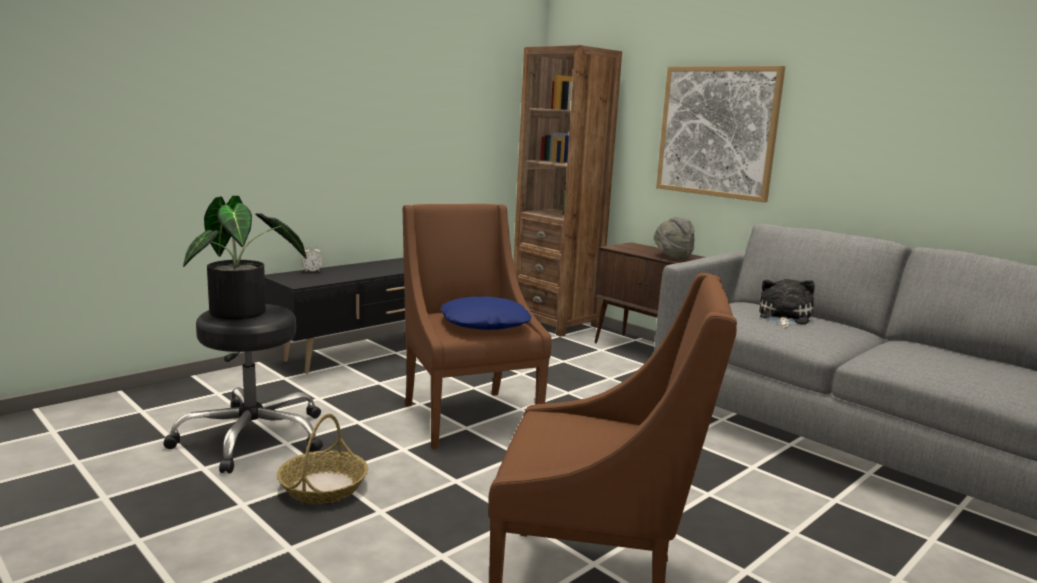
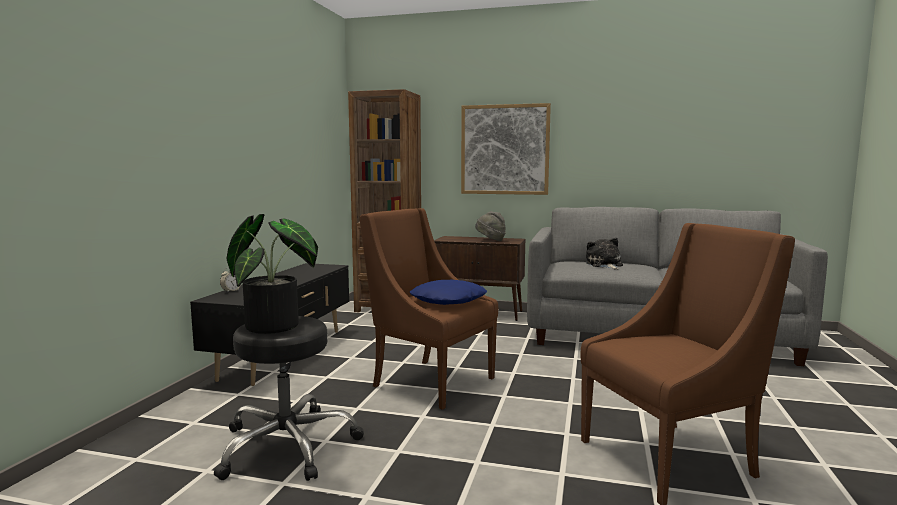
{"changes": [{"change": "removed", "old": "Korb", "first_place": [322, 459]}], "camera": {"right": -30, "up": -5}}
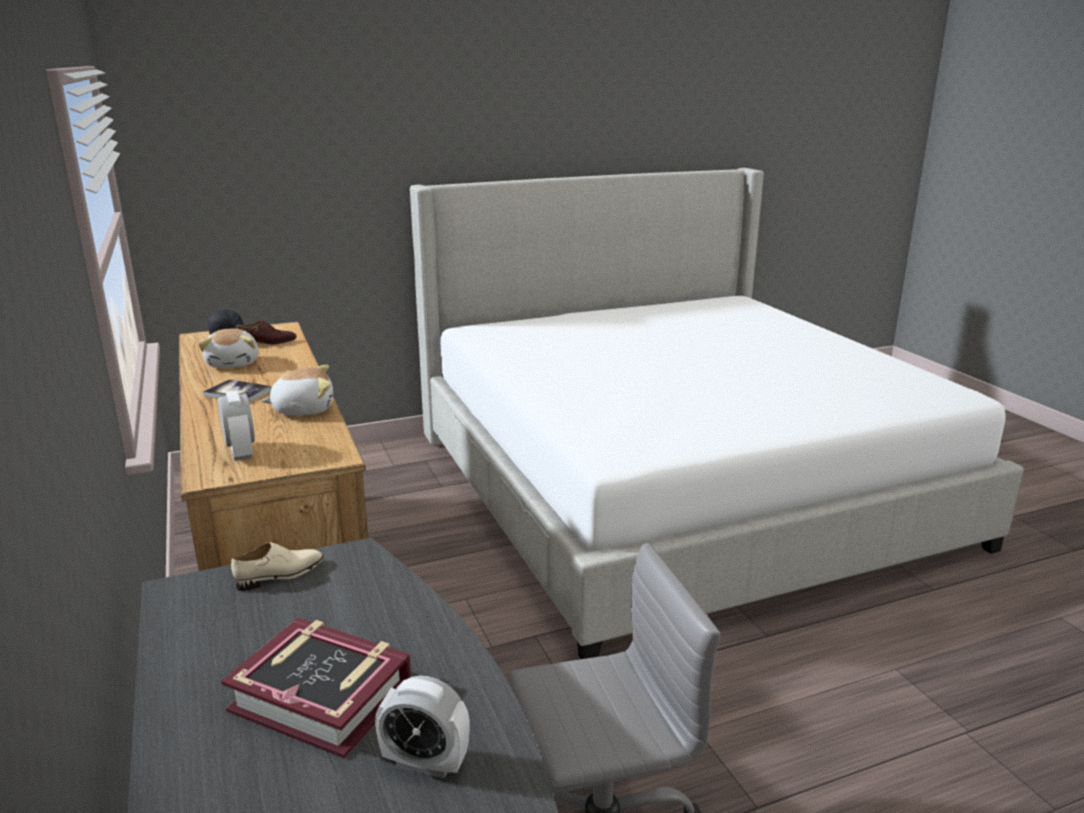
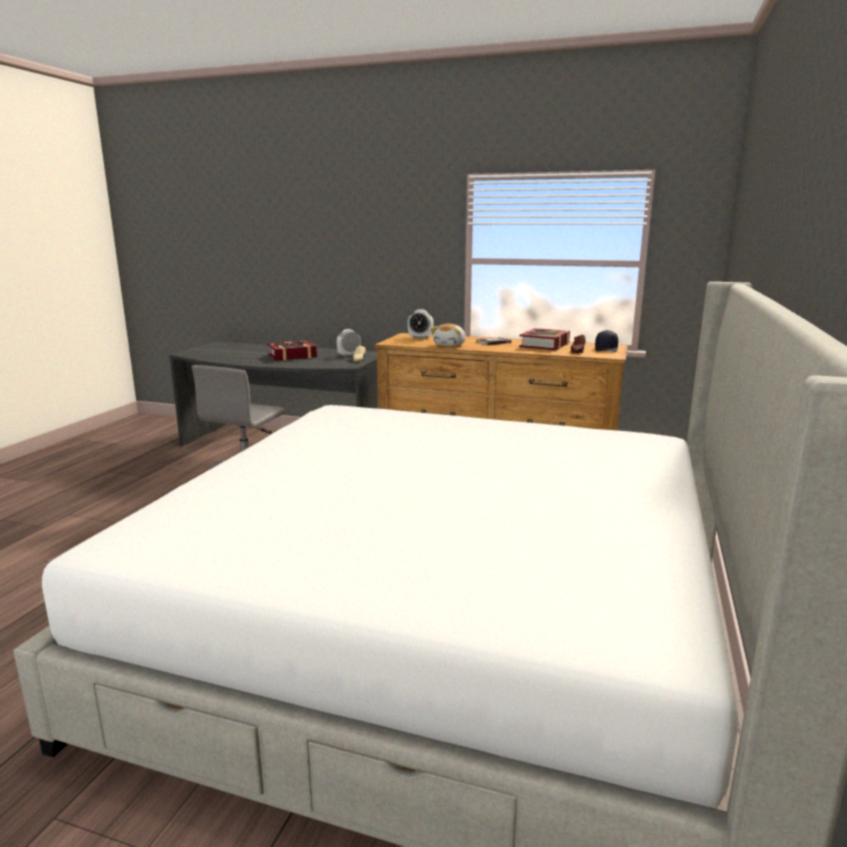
{"changes": [{"change": "replaced", "old": "Plüschtier", "new": "Buch", "first_place": [228, 348], "second_place": [544, 339]}, {"change": "moved", "old": "Wecker", "first_place": [422, 726], "second_place": [349, 343]}], "camera": {"right": 130, "up": -5}}
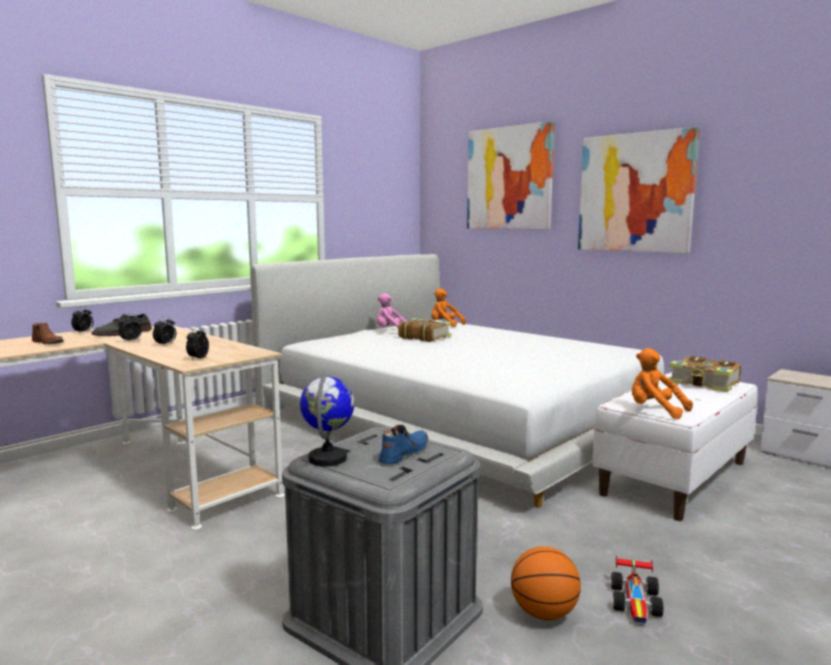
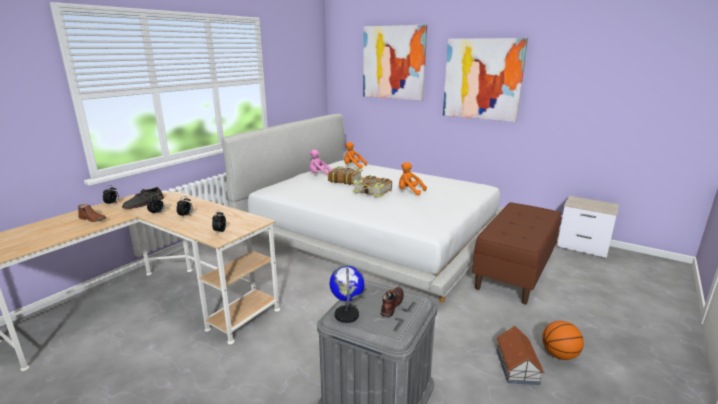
{"changes": [{"change": "recoloured", "old": "Schuh (blau)", "new": "Schuh (braun)", "first_place": [403, 445], "second_place": [392, 302]}, {"change": "moved", "old": "Basketball", "first_place": [546, 583], "second_place": [563, 340]}, {"change": "recoloured", "old": "Bank (weiß)", "new": "Bank (braun)", "first_place": [675, 446], "second_place": [516, 253]}, {"change": "replaced", "old": "Spielzeugauto", "new": "Spielzeughaus", "first_place": [637, 589], "second_place": [520, 355]}, {"change": "moved", "old": "Plüschtier (orange)", "first_place": [662, 383], "second_place": [413, 178]}, {"change": "moved", "old": "Buch", "first_place": [705, 374], "second_place": [372, 186]}], "camera": {"right": -10, "up": 10}}
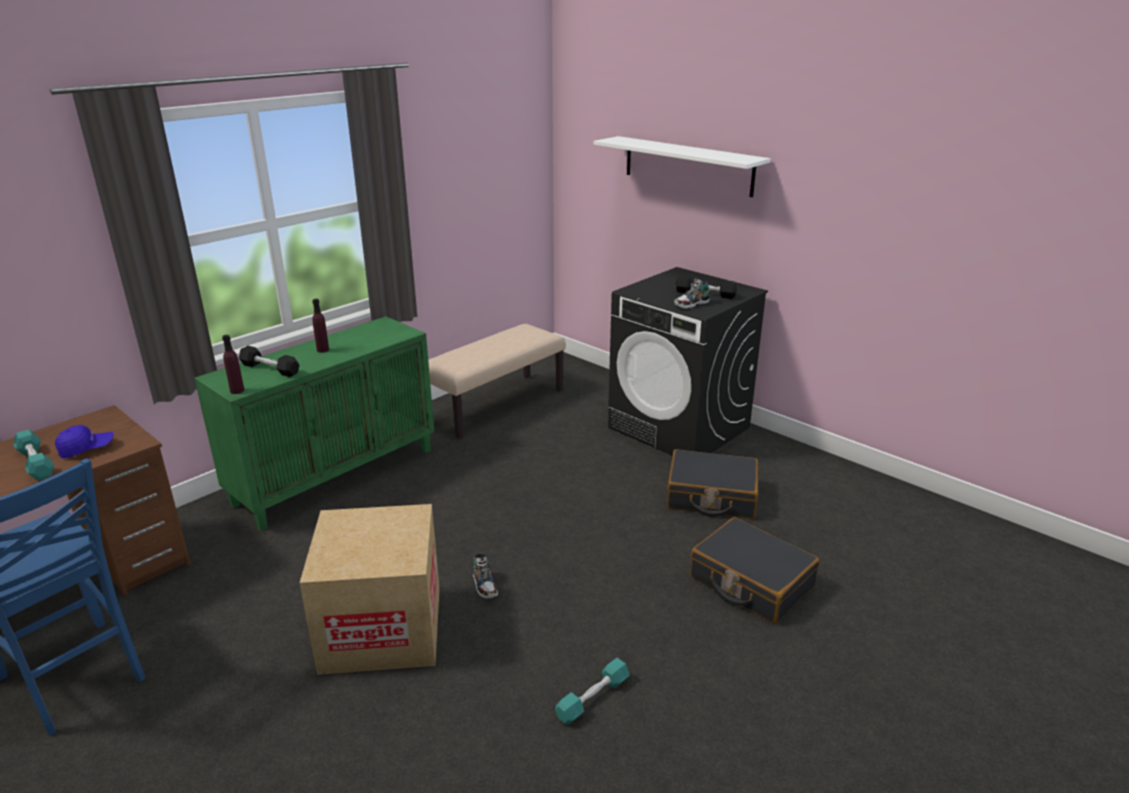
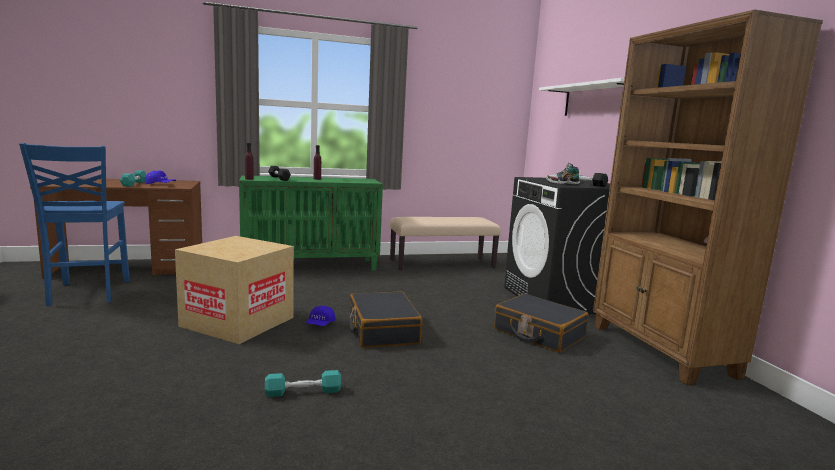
{"changes": [{"change": "replaced", "old": "Schuh", "new": "Kappe (blau)", "first_place": [485, 576], "second_place": [320, 316]}, {"change": "moved", "old": "Koffer (schwarz)", "first_place": [755, 570], "second_place": [386, 319]}, {"change": "added", "new": "Bücherregal (braun)", "second_place": [708, 197]}], "camera": {"right": 30, "up": -15}}
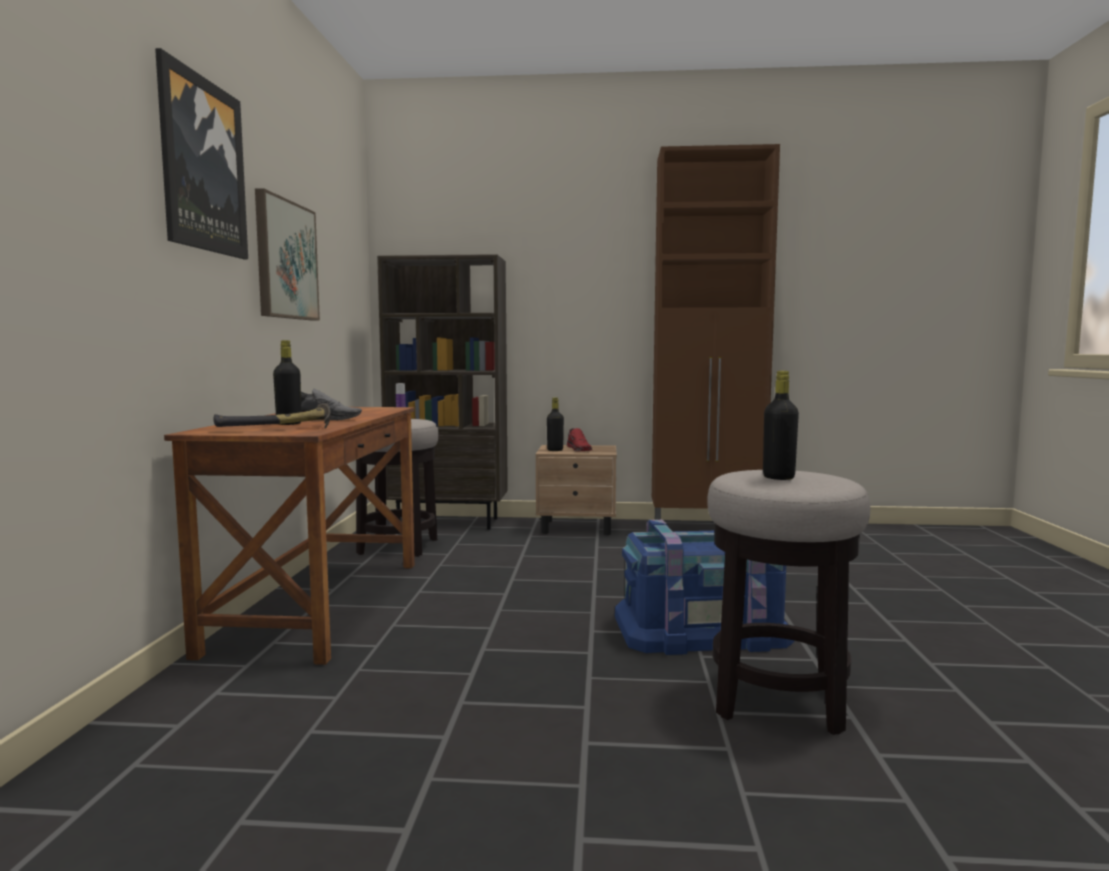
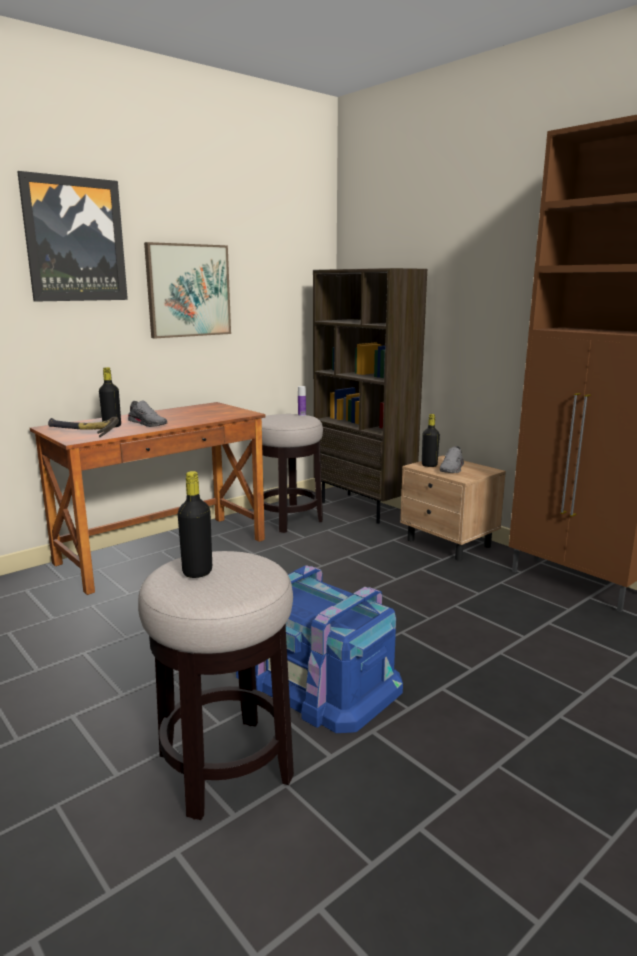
{"changes": [{"change": "recoloured", "old": "Schuh (rot)", "new": "Schuh (grau)", "first_place": [579, 439], "second_place": [452, 459]}], "camera": {"right": 45, "up": 10}}
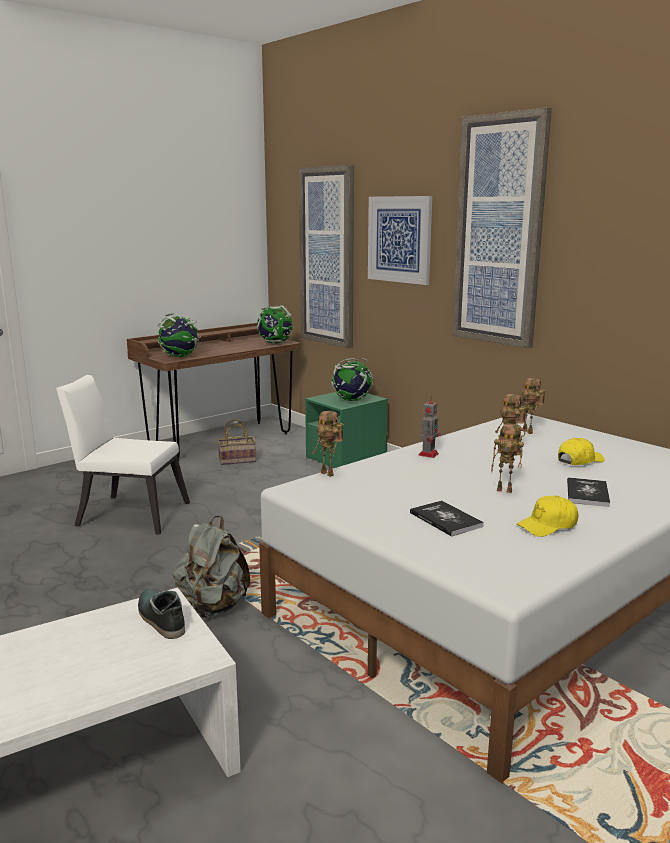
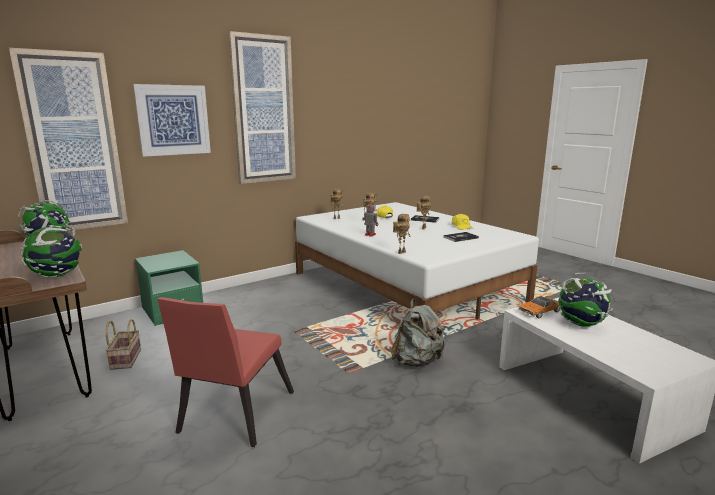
{"changes": [{"change": "recoloured", "old": "Stuhl (weiß)", "new": "Stuhl (rot)", "first_place": [123, 455], "second_place": [225, 372]}, {"change": "replaced", "old": "Schuh", "new": "Spielzeugauto", "first_place": [161, 614], "second_place": [539, 307]}, {"change": "moved", "old": "Globus", "first_place": [352, 379], "second_place": [585, 300]}], "camera": {"right": -85, "up": 0}}
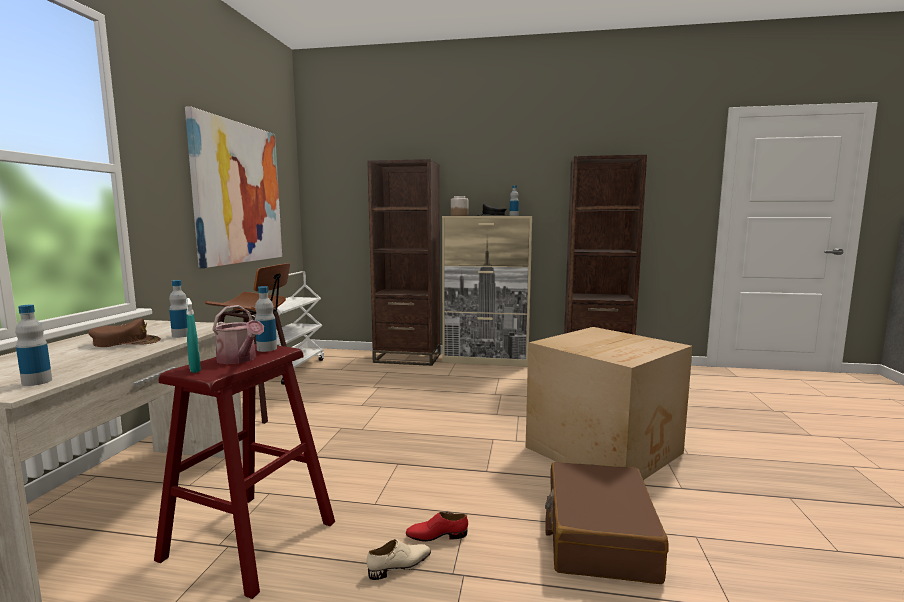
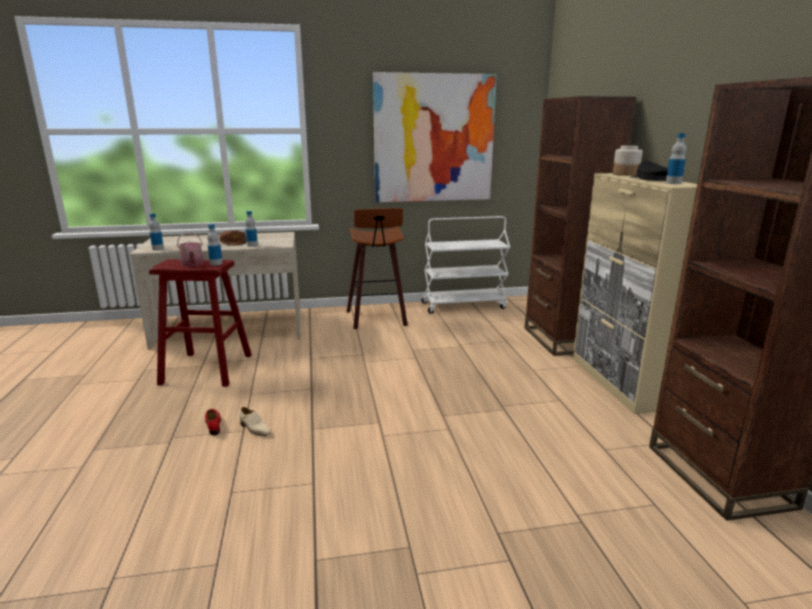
{"changes": [{"change": "removed", "old": "Sprühflasche (türkis)", "first_place": [193, 335]}, {"change": "turned", "old": "Gießkanne", "first_place": [238, 334], "second_place": [190, 249], "degrees": -45}, {"change": "moved", "old": "Schuh (beige)", "first_place": [399, 559], "second_place": [254, 421]}, {"change": "removed", "old": "Karton", "first_place": [609, 403]}, {"change": "removed", "old": "Koffer (braun)", "first_place": [607, 523]}], "camera": {"right": 70, "up": 10}}
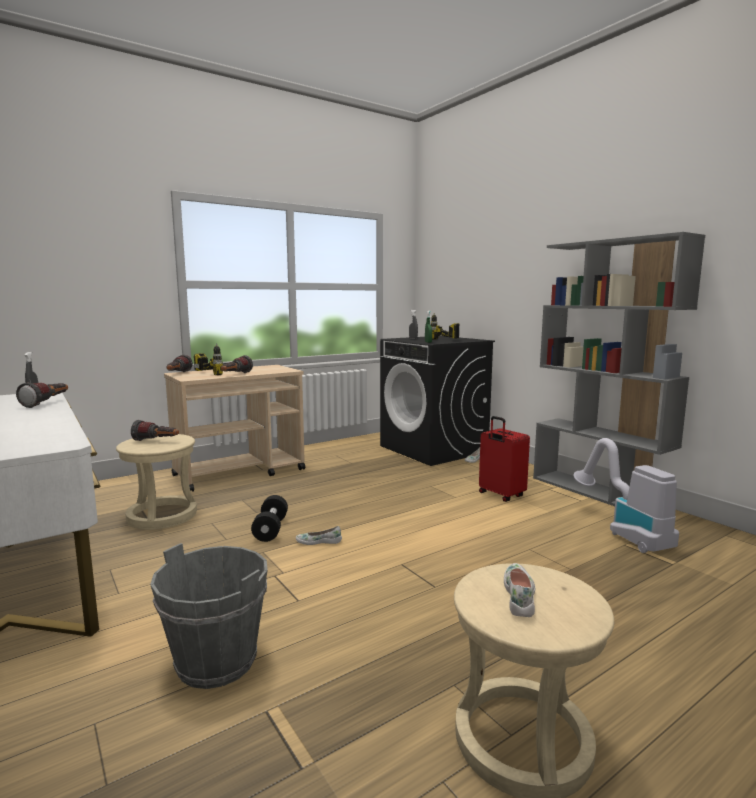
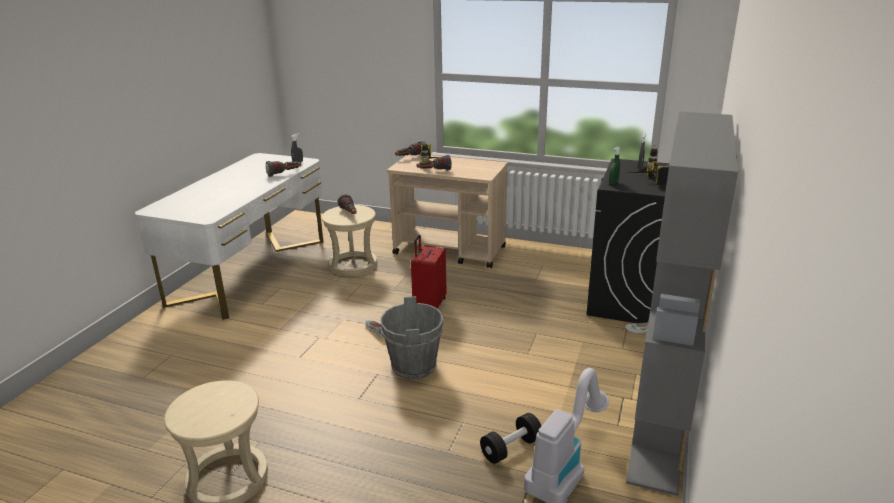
{"changes": [{"change": "moved", "old": "Eimer (grau)", "first_place": [209, 616], "second_place": [412, 338]}, {"change": "moved", "old": "Hantel (schwarz)", "first_place": [269, 518], "second_place": [510, 438]}, {"change": "moved", "old": "Koffer (rot)", "first_place": [504, 459], "second_place": [429, 272]}, {"change": "removed", "old": "Schuh (weiß)", "first_place": [519, 590]}], "camera": {"right": 55, "up": 15}}
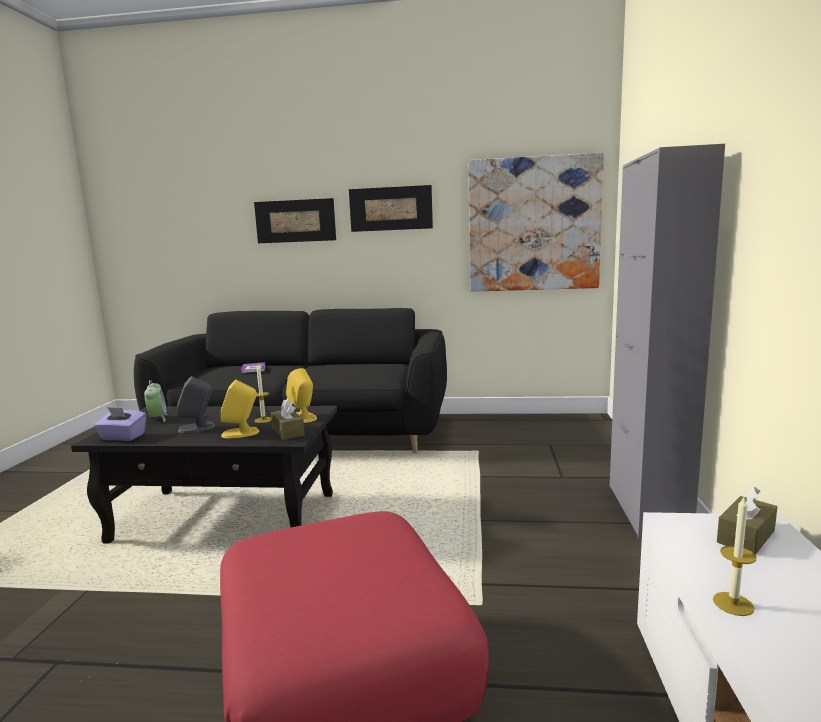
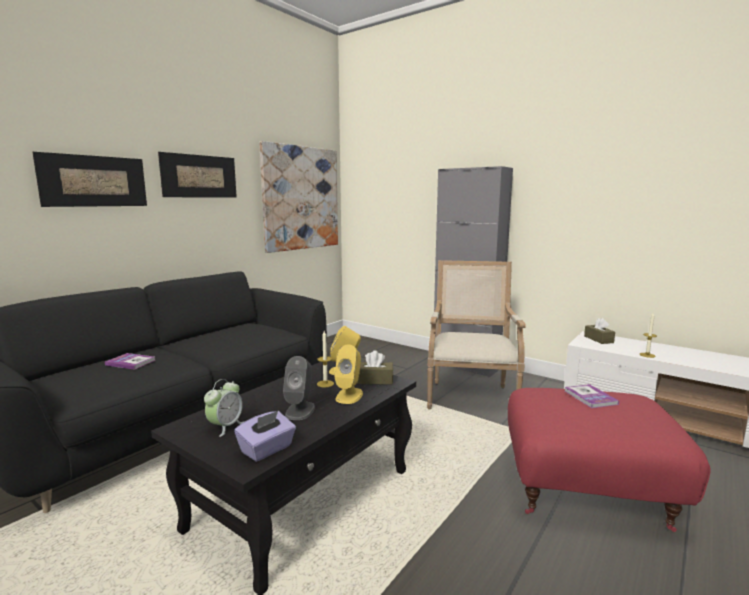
{"changes": [{"change": "turned", "old": "Wecker", "first_place": [156, 401], "second_place": [224, 408], "degrees": 105}, {"change": "added", "new": "Sessel", "second_place": [476, 334]}, {"change": "added", "new": "Buch", "second_place": [592, 396]}], "camera": {"right": -60, "up": 0}}
